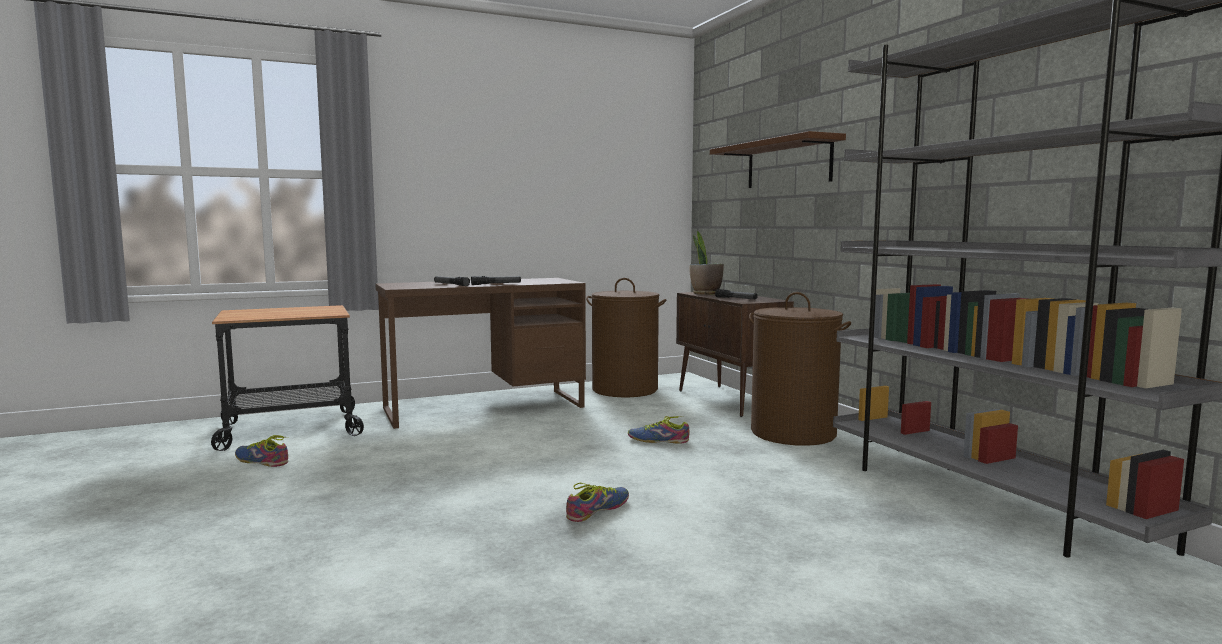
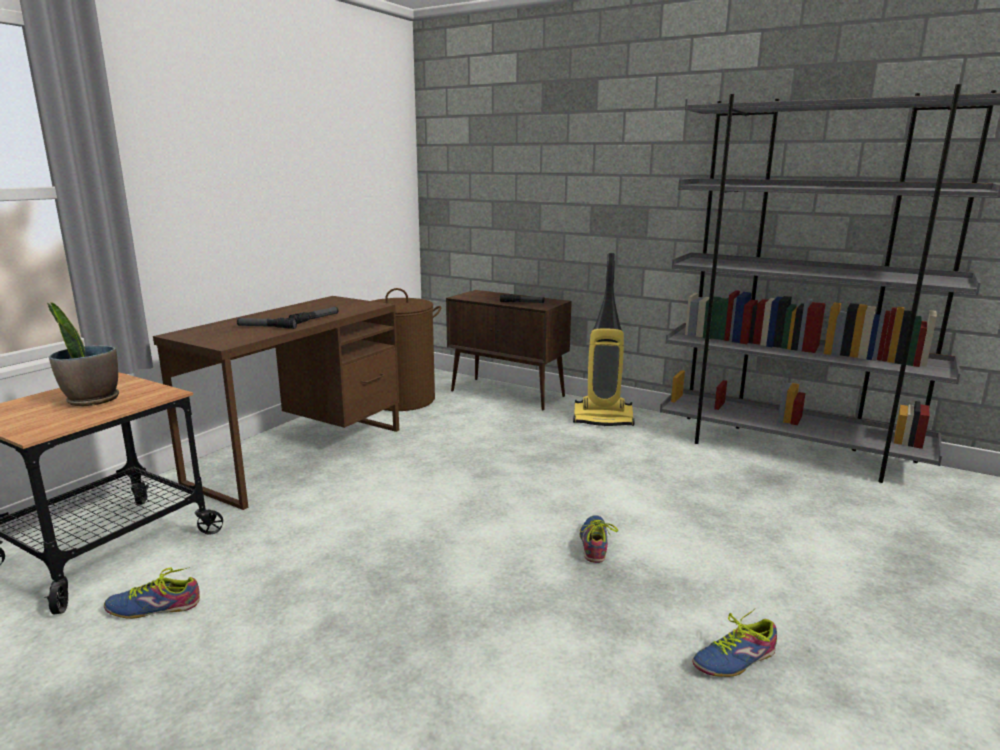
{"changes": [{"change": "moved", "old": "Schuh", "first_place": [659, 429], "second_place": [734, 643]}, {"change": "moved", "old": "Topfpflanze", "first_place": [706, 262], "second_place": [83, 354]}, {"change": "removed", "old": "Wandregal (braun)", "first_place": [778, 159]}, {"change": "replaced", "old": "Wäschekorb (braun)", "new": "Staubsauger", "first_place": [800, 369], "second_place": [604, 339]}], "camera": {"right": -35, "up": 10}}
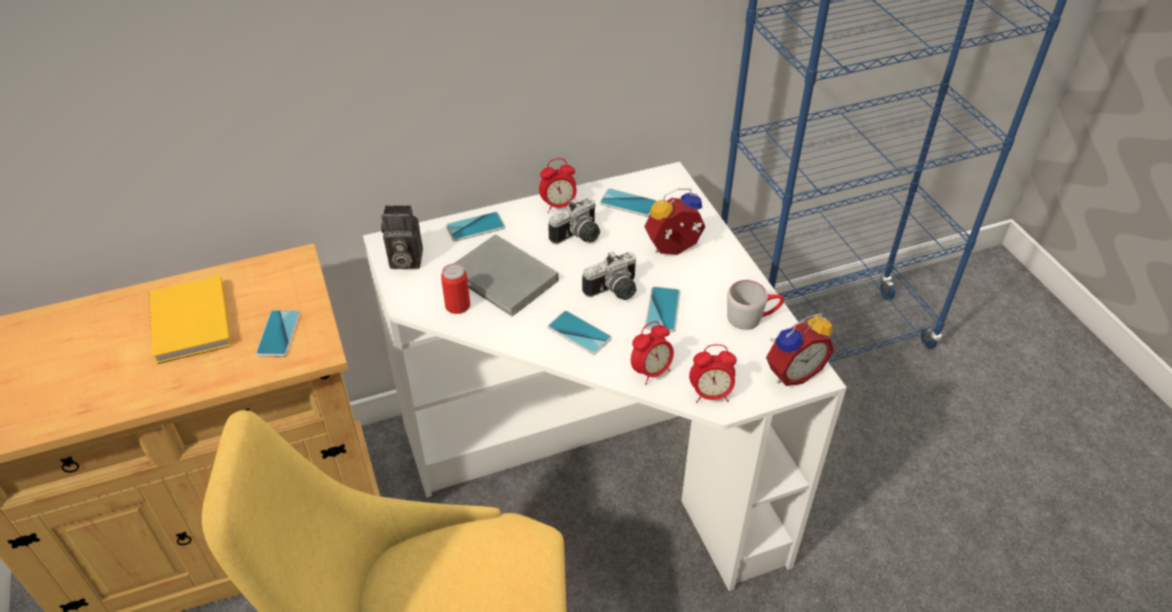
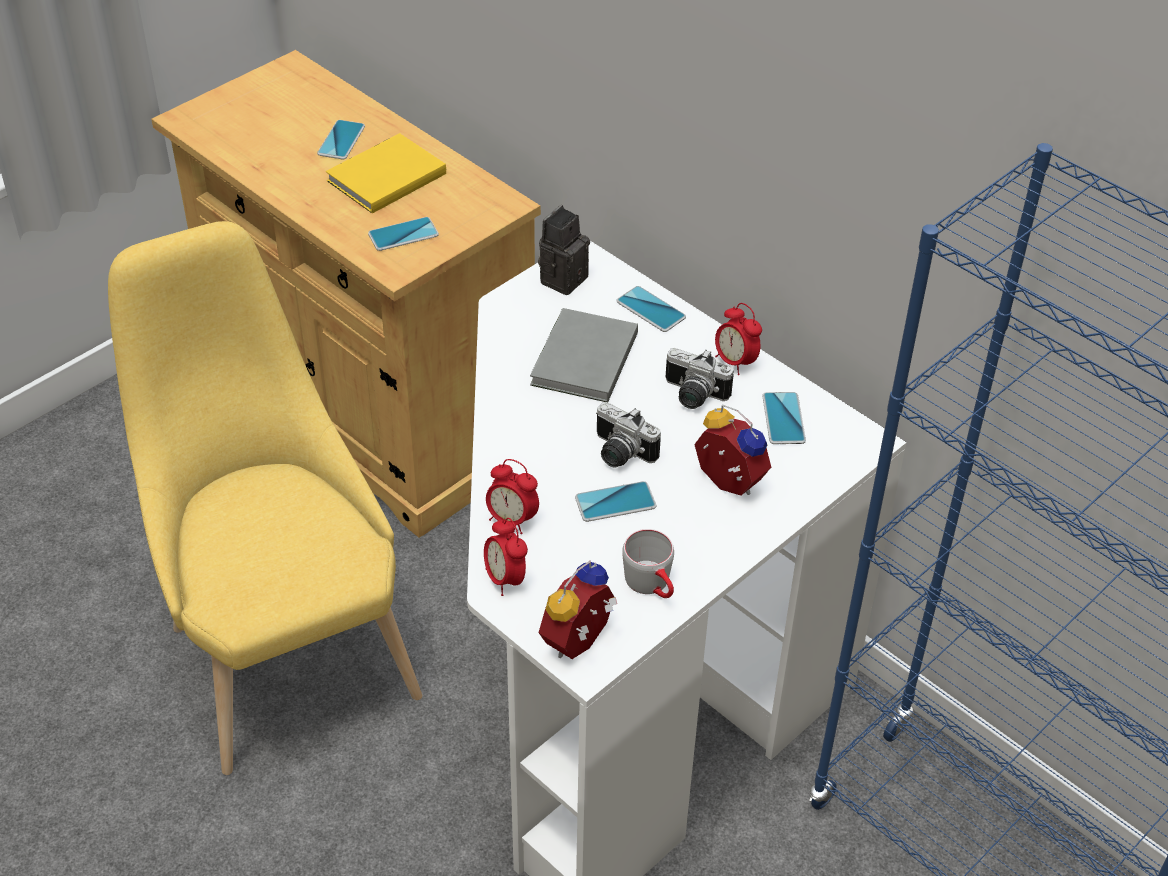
{"changes": [{"change": "turned", "old": "Kamera", "first_place": [402, 237], "second_place": [564, 250], "degrees": 60}, {"change": "removed", "old": "Dose", "first_place": [455, 288]}, {"change": "moved", "old": "Handy", "first_place": [580, 333], "second_place": [341, 139]}, {"change": "turned", "old": "Wecker", "first_place": [800, 349], "second_place": [578, 609], "degrees": 90}], "camera": {"right": 65, "up": 0}}
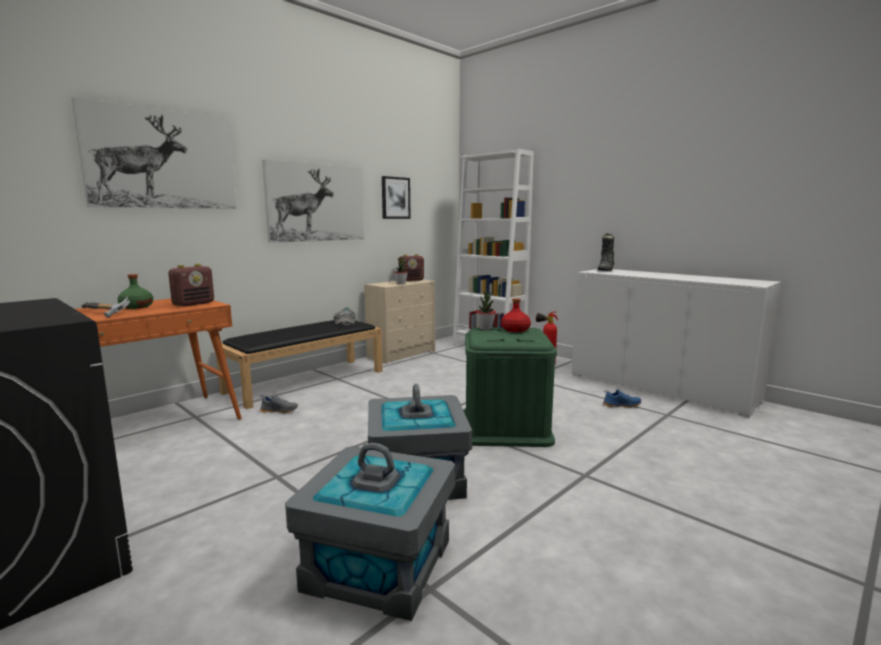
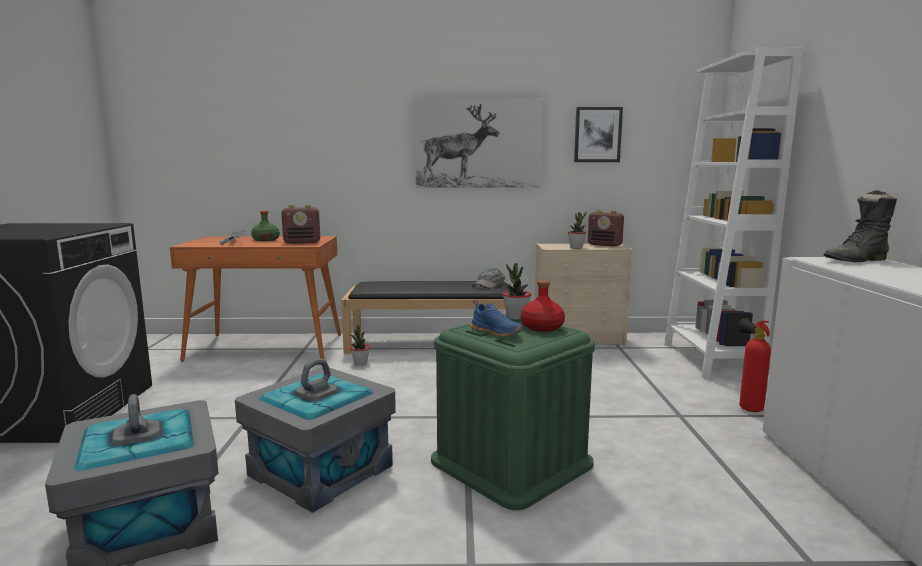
{"changes": [{"change": "removed", "old": "Bild", "first_place": [154, 153]}, {"change": "replaced", "old": "Schuh (grau)", "new": "Topfpflanze", "first_place": [279, 403], "second_place": [360, 345]}, {"change": "moved", "old": "Schuh (blau)", "first_place": [622, 398], "second_place": [496, 319]}], "camera": {"right": 45, "up": 0}}
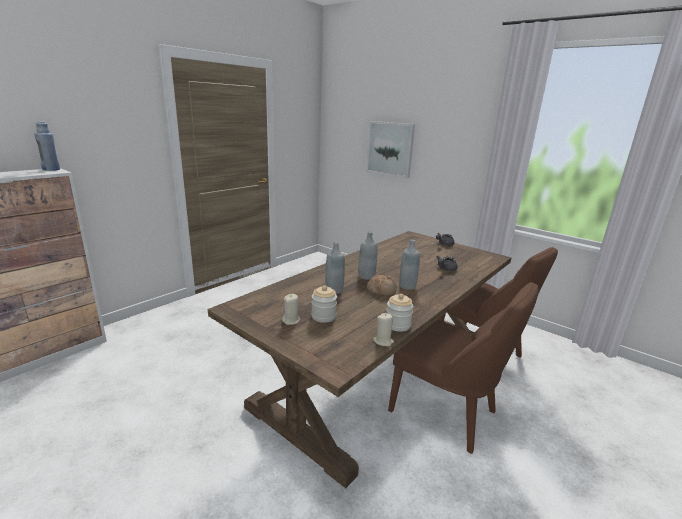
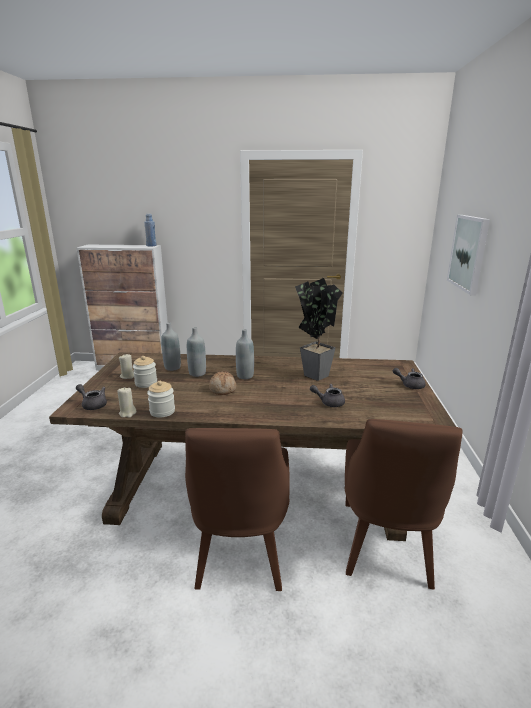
{"changes": [{"change": "moved", "old": "Flasche (grau)", "first_place": [409, 265], "second_place": [171, 347]}, {"change": "added", "new": "Teekanne (grau)", "second_place": [91, 397]}, {"change": "added", "new": "Topfpflanze", "second_place": [318, 329]}], "camera": {"right": 55, "up": 0}}
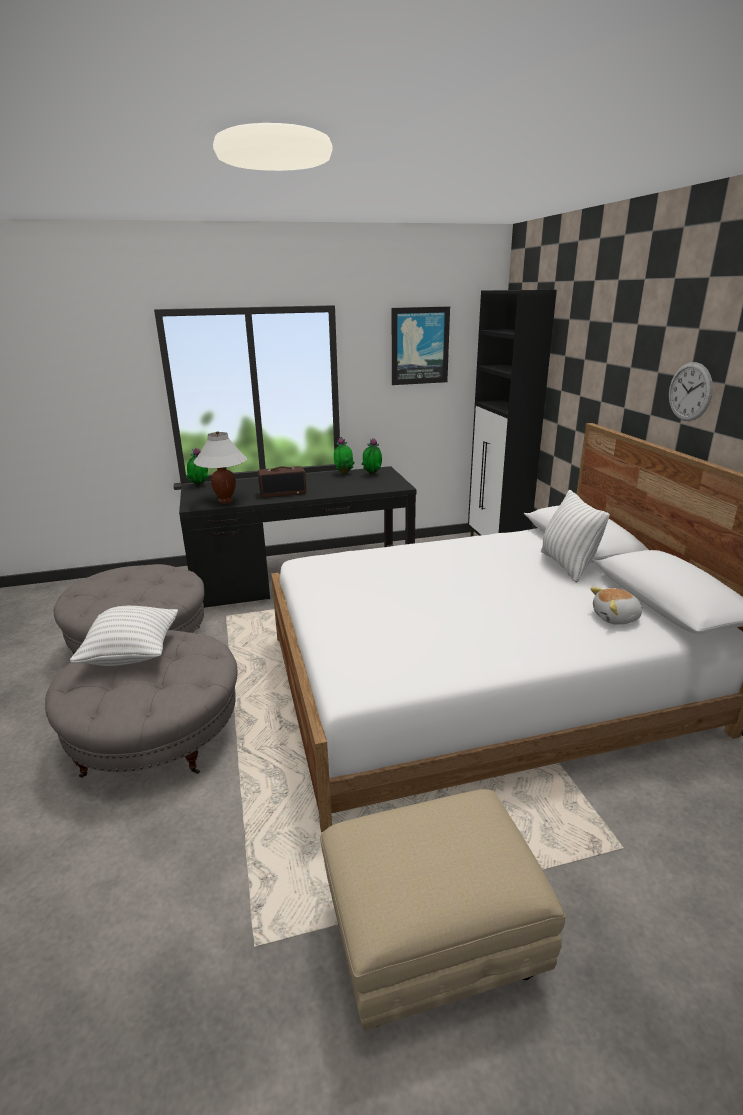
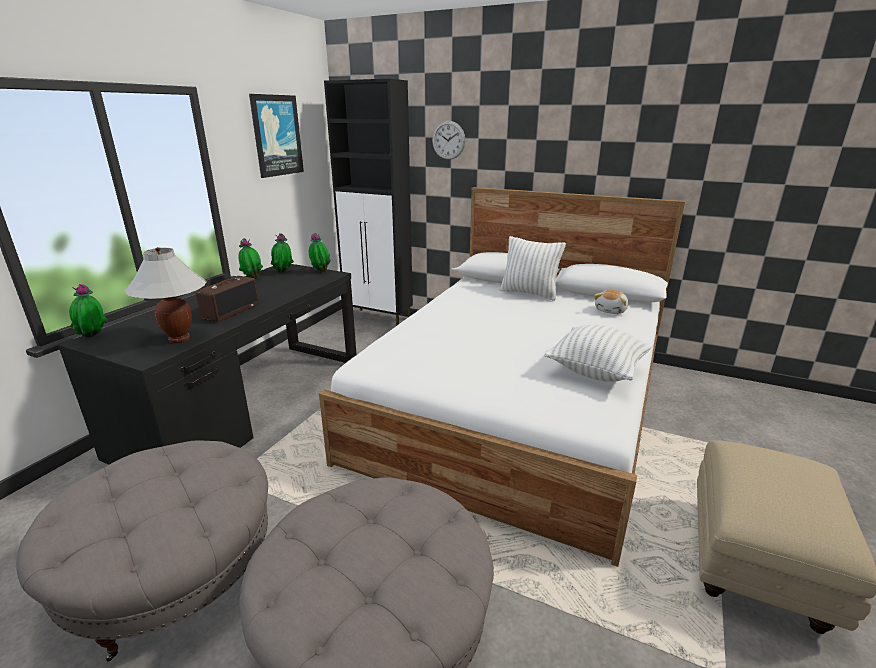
{"changes": [{"change": "moved", "old": "Kissen (weiß)", "first_place": [124, 636], "second_place": [598, 353]}, {"change": "moved", "old": "Wanduhr", "first_place": [691, 391], "second_place": [448, 140]}, {"change": "added", "new": "Topfpflanze", "second_place": [320, 252]}], "camera": {"right": -50, "up": 0}}
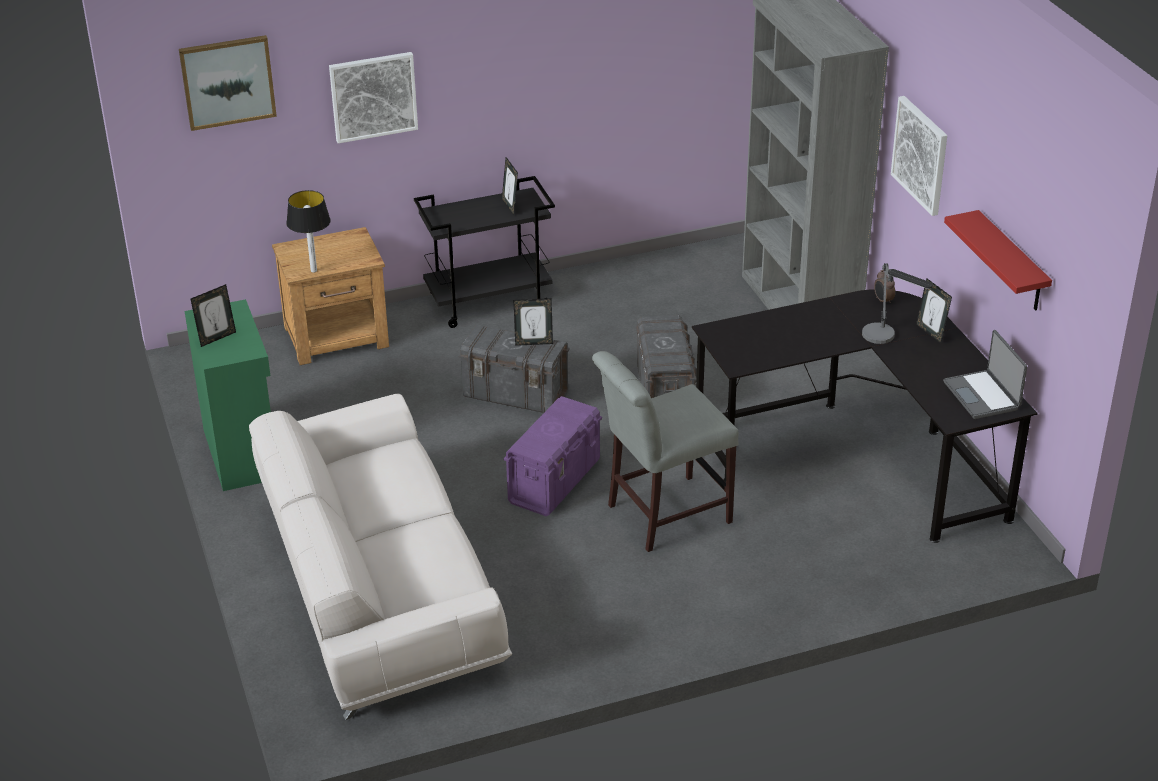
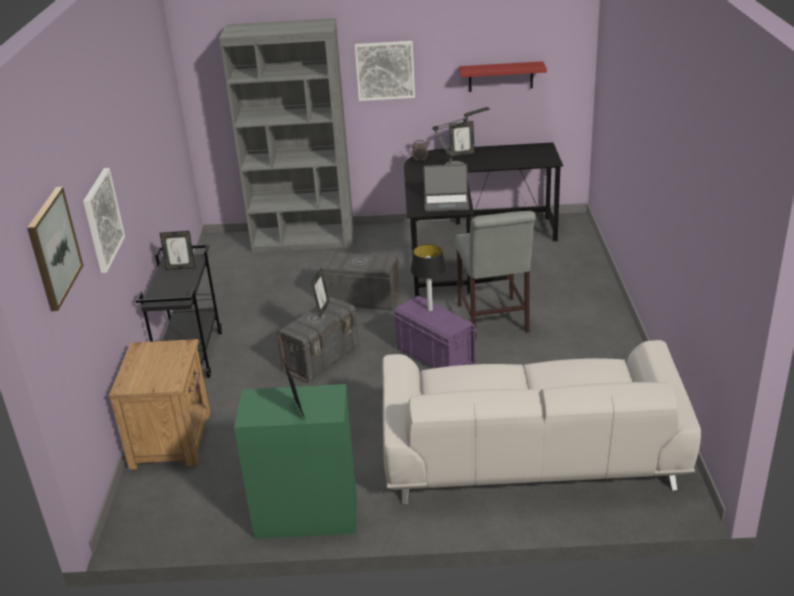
{"changes": [{"change": "moved", "old": "Tischlampe", "first_place": [308, 231], "second_place": [428, 277]}, {"change": "moved", "old": "Laptop", "first_place": [985, 374], "second_place": [446, 188]}], "camera": {"right": -70, "up": -5}}
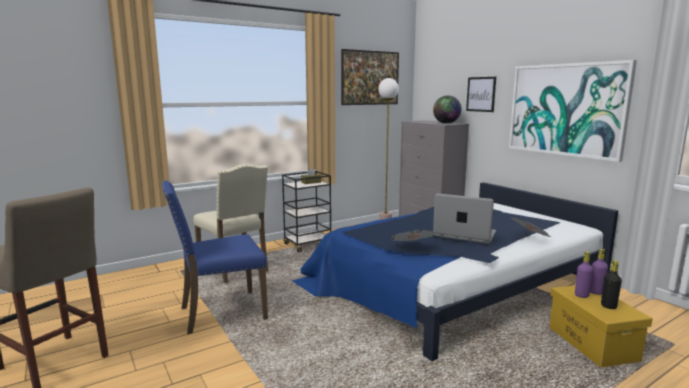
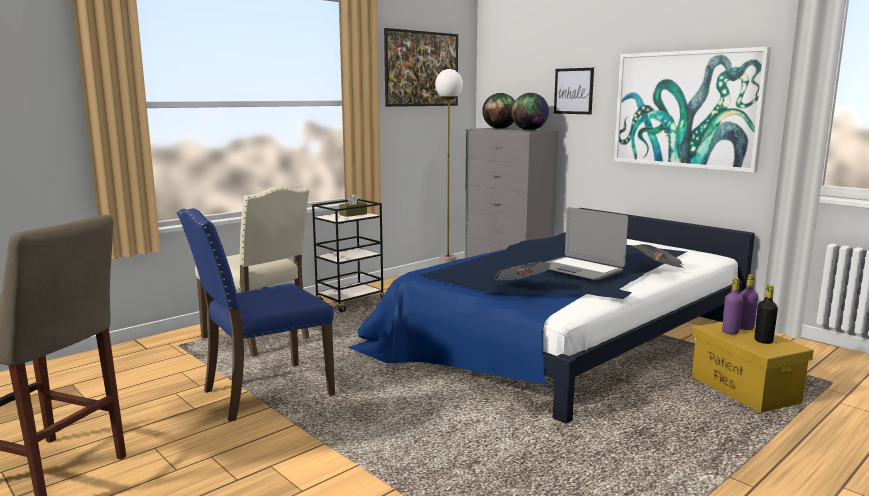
{"changes": [{"change": "turned", "old": "Laptop", "first_place": [464, 218], "second_place": [586, 243], "degrees": -150}, {"change": "added", "new": "Globus", "second_place": [498, 111]}], "camera": {"right": -10, "up": 0}}
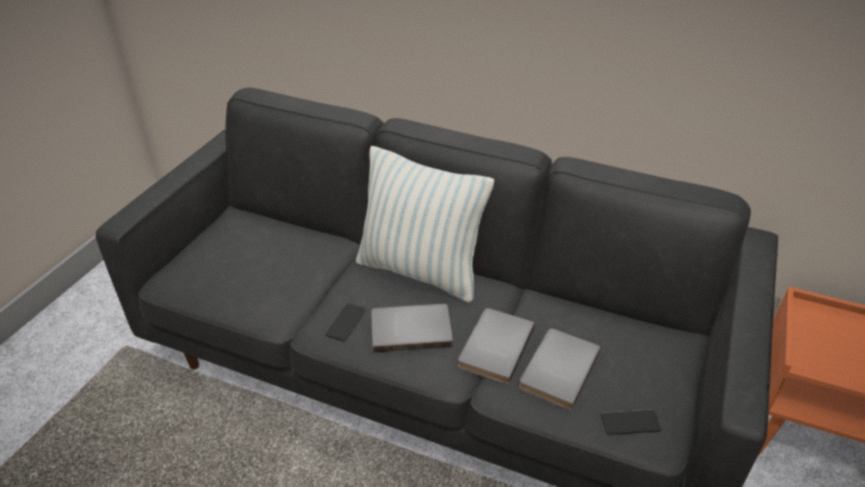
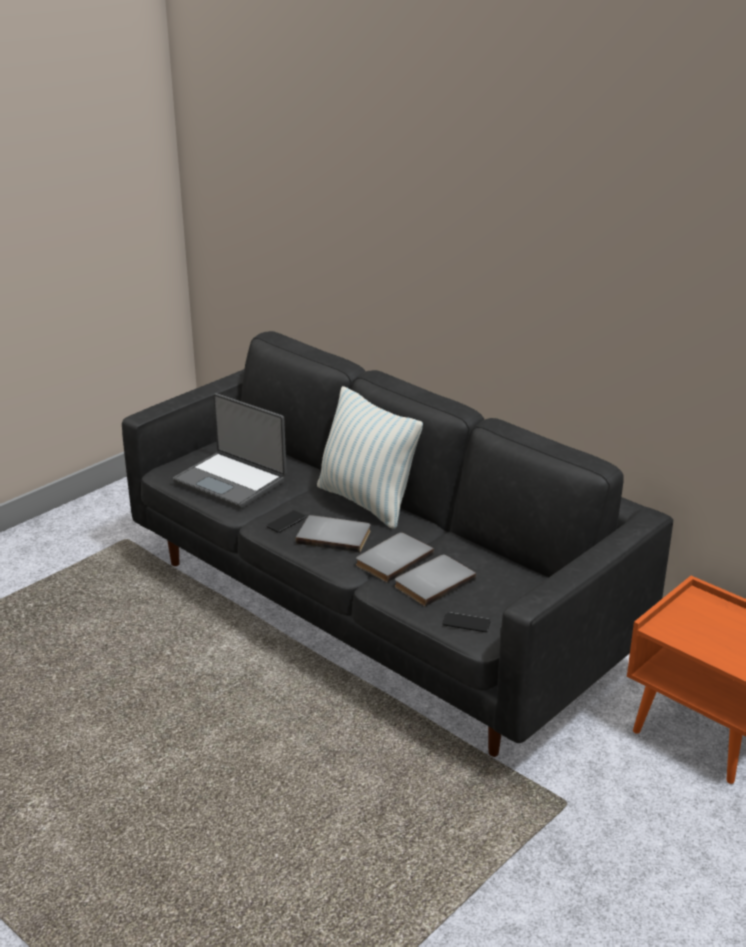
{"changes": [{"change": "added", "new": "Laptop", "second_place": [230, 451]}], "camera": {"right": 20, "up": -10}}
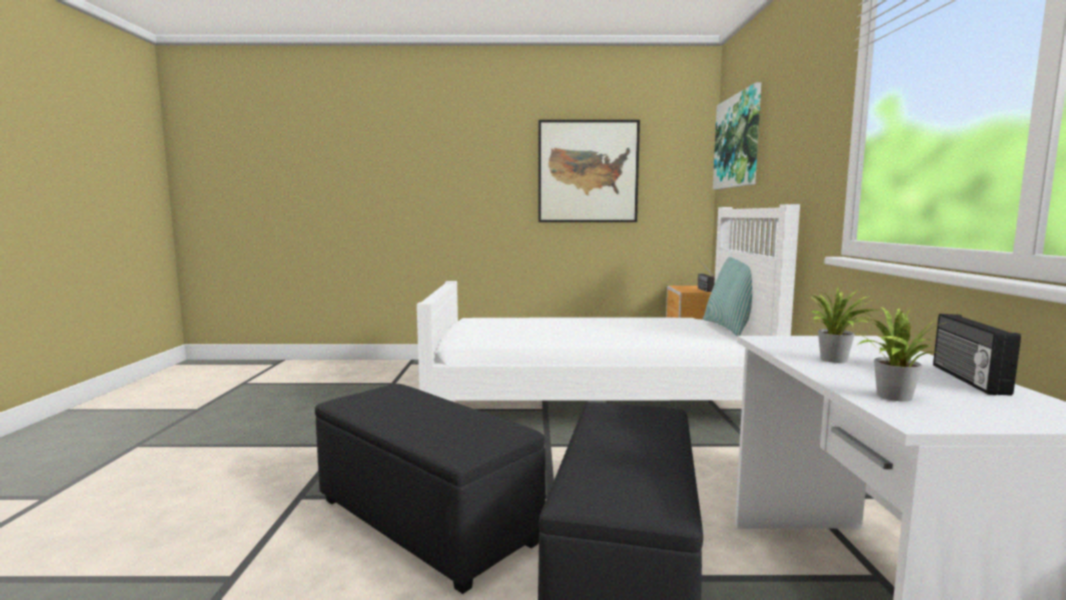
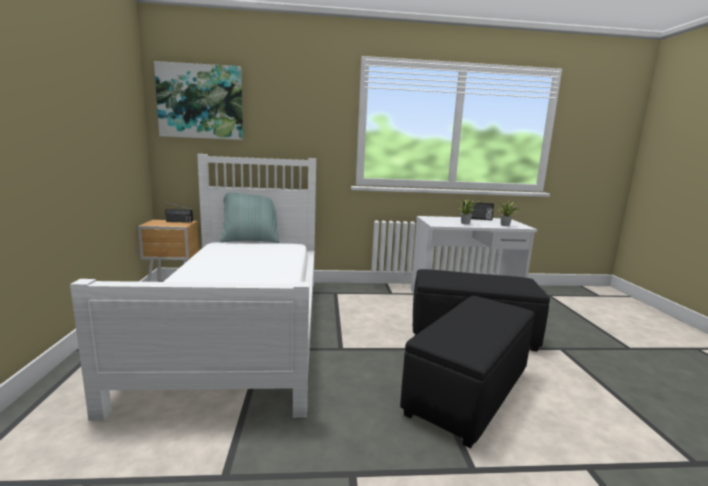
{"changes": [{"change": "removed", "old": "Bild", "first_place": [589, 171]}], "camera": {"right": -95, "up": 5}}
